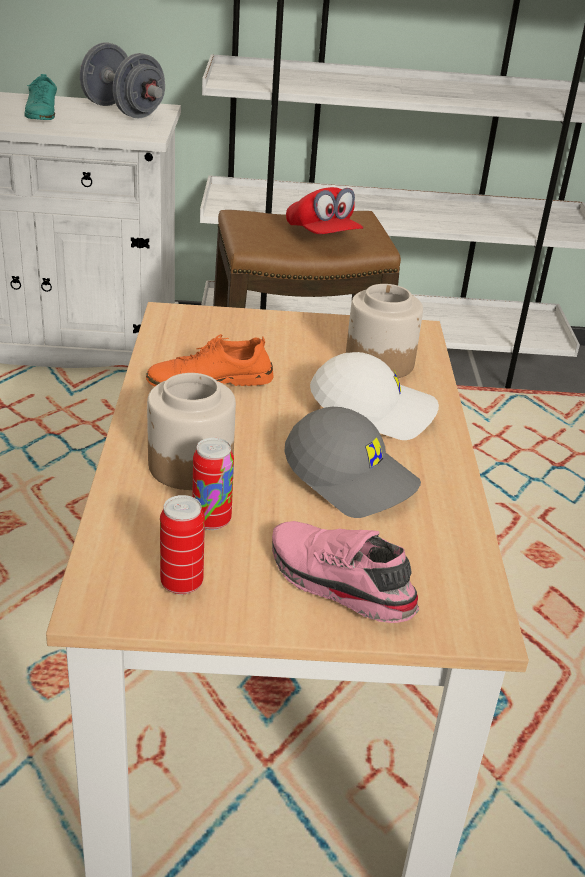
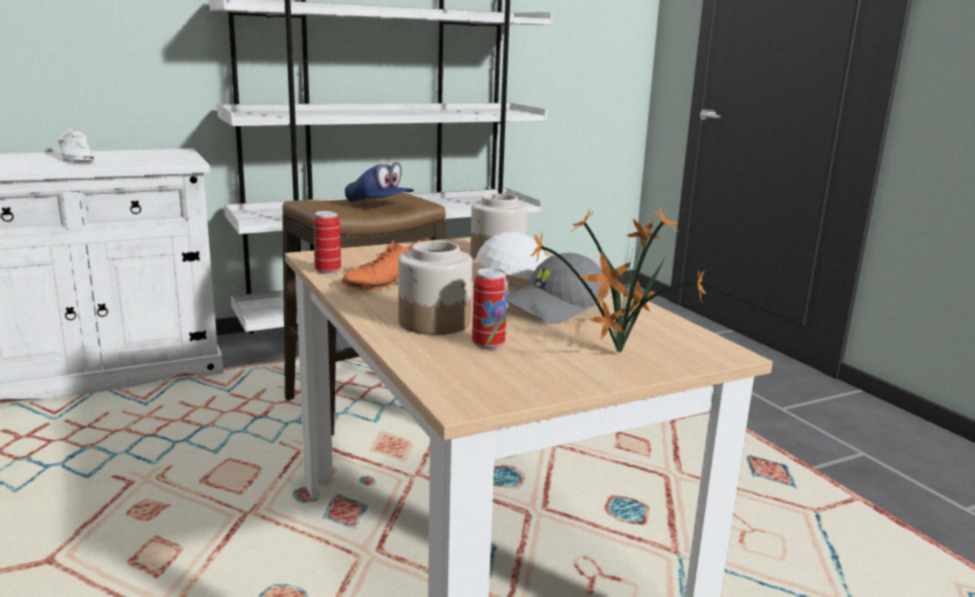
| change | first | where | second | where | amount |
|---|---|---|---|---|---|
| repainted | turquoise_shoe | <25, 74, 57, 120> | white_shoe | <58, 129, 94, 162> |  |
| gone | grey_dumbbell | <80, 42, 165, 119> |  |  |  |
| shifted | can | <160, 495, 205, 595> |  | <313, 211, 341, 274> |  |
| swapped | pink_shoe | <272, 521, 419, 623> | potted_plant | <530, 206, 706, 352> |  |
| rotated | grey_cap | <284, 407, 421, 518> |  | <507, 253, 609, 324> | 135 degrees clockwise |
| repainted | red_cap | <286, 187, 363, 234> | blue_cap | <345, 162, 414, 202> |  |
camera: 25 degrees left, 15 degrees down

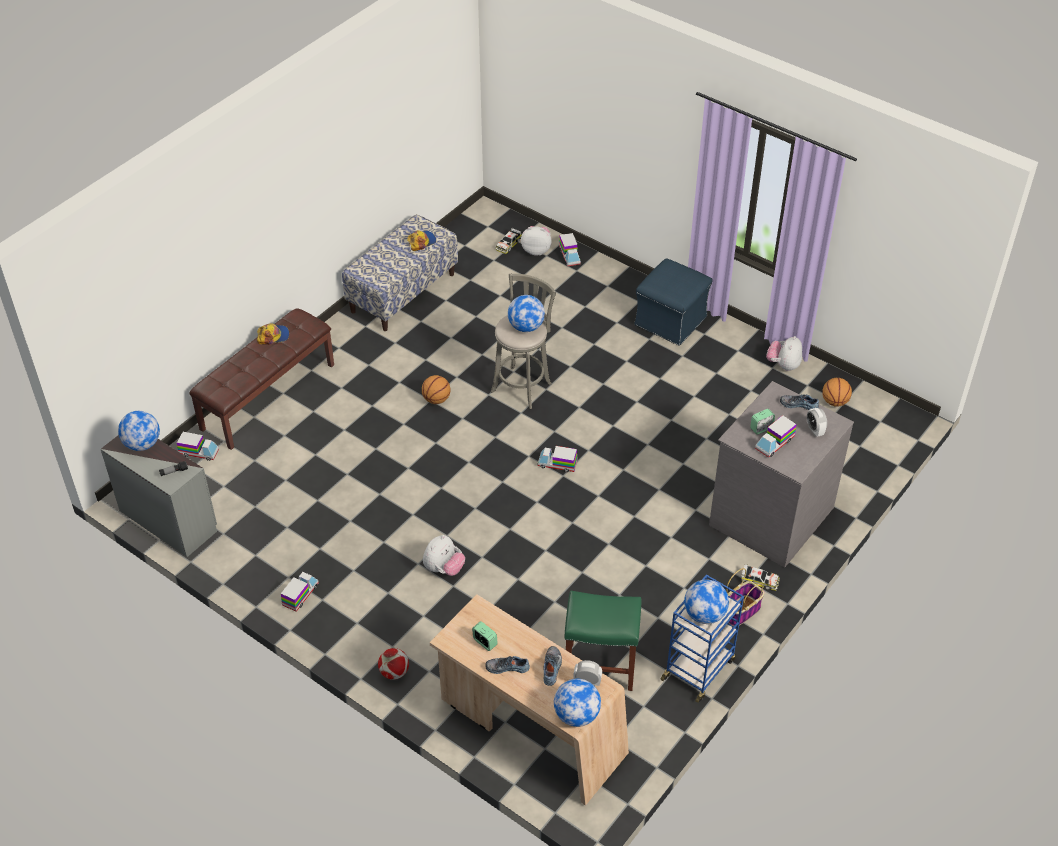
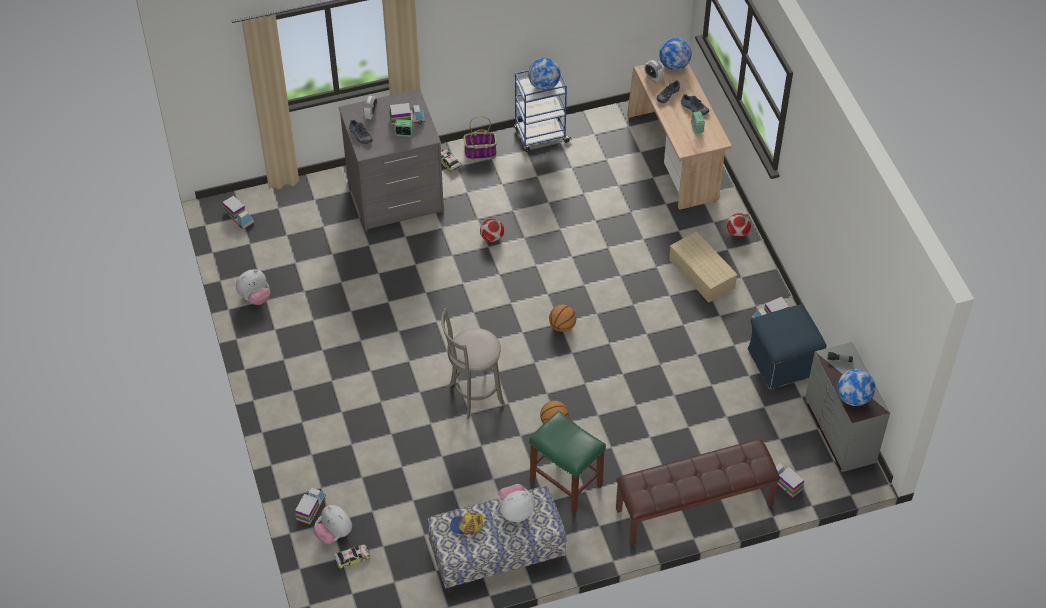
| change | first | where | second | where | amount |
|---|---|---|---|---|---|
| gone | cap | <257, 323, 289, 345> |  |  |  |
| shifted | plush_toy | <423, 535, 465, 576> |  | <498, 484, 535, 522> |  |
| gone | globe | <508, 295, 545, 332> |  |  |  |
| shifted | toy_truck | <538, 446, 577, 472> |  | <222, 195, 254, 230> |  |
| shifted | green_stool | <564, 591, 641, 691> |  | <529, 411, 606, 513> |  |
| shifted | blue_ottoman | <634, 258, 713, 346> |  | <748, 304, 826, 390> |  |
| shifted | basketball | <822, 378, 852, 407> |  | <549, 305, 576, 332> |  |
| new |  |  | football | <480, 218, 504, 243> |  |
| new |  |  | beige_storage_box | <669, 231, 738, 302> |  |
camera: 145 degrees left, 5 degrees up

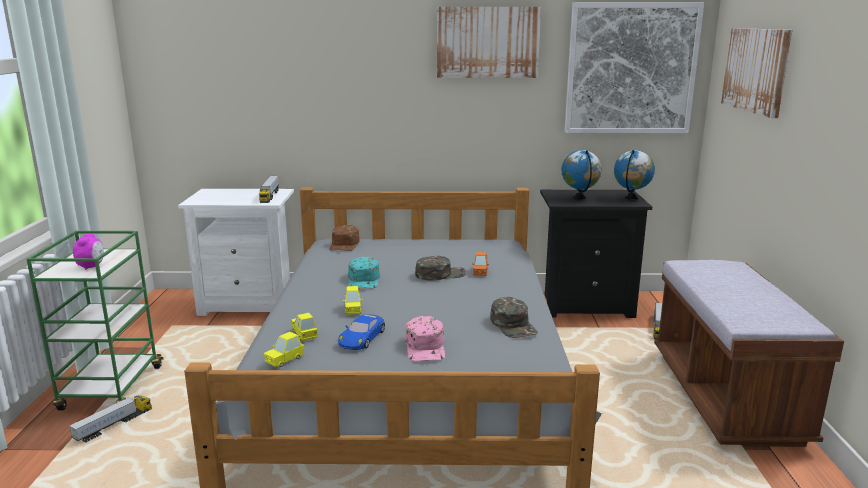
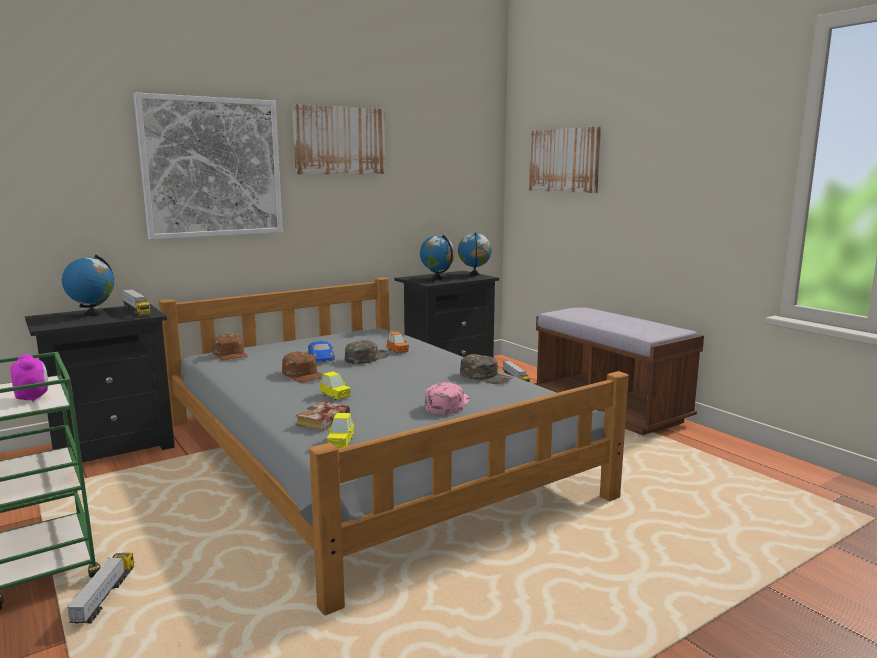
| change | first | where | second | where | amount |
|---|---|---|---|---|---|
| repainted | white_nightstand | <178, 189, 294, 316> | black_nightstand | <25, 303, 175, 463> |  |
| swapped | yellow_toy_car | <291, 313, 317, 341> | book | <296, 401, 350, 431> |  |
| shifted | blue_toy_car | <338, 314, 385, 350> |  | <308, 341, 335, 362> |  |
| repainted | turquoise_cap | <348, 257, 380, 288> | brown_cap | <282, 352, 323, 383> |  |
| rotated | pink_cap | <405, 316, 445, 361> |  | <425, 382, 470, 414> | 120 degrees counterclockwise |
| shifted | picture | <564, 3, 704, 133> |  | <133, 92, 283, 240> |  |
| new |  |  | globe | <62, 255, 114, 316> |  |
camera: 35 degrees left, 5 degrees down

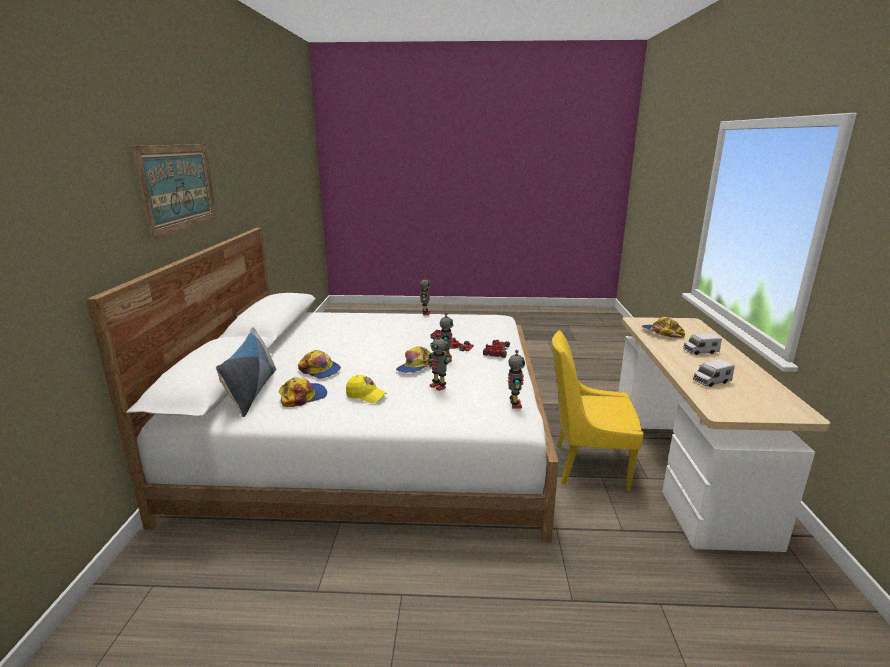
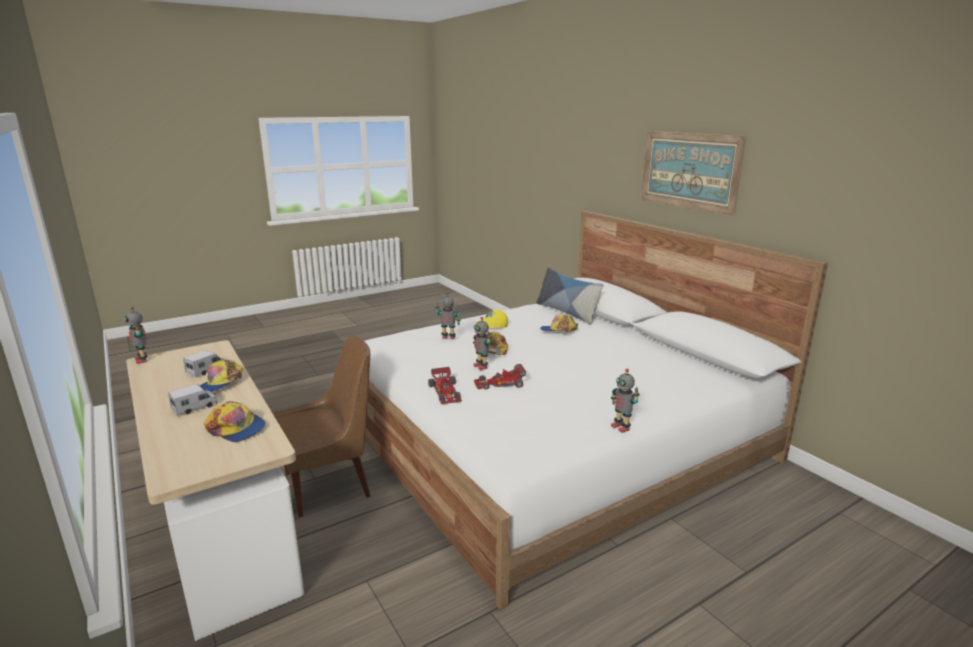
| change | first | where | second | where | amount |
|---|---|---|---|---|---|
| shifted | cap | <279, 377, 327, 407> |  | <199, 359, 243, 392> |  |
| shifted | toy_robot | <508, 350, 525, 408> |  | <125, 307, 147, 364> |  |
| repainted | yellow_chair | <552, 330, 643, 491> | brown_chair | <273, 335, 370, 517> |  |
camera: 145 degrees right, 0 degrees up

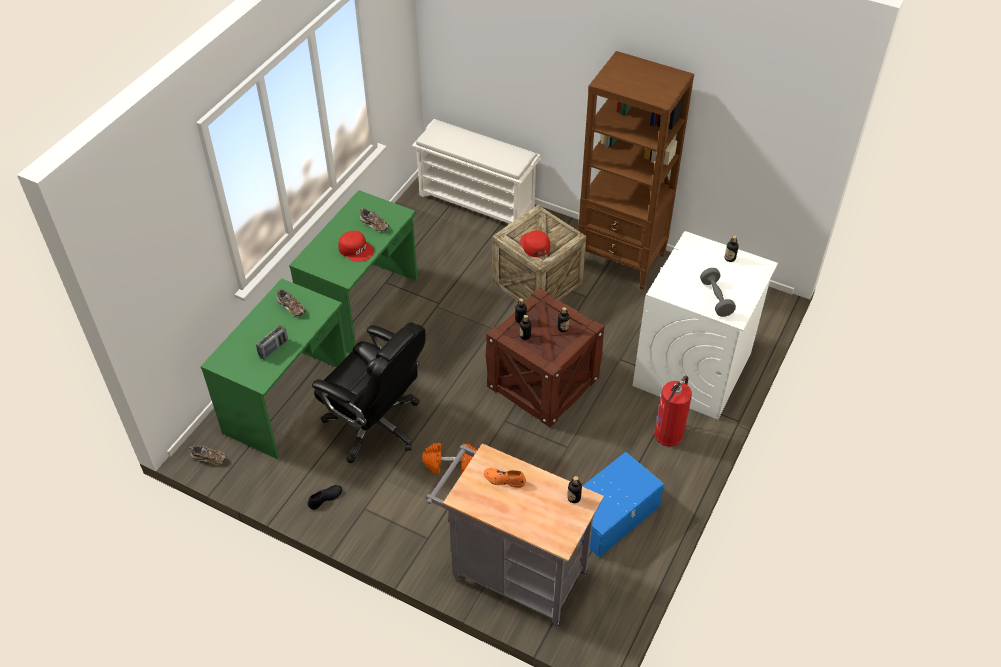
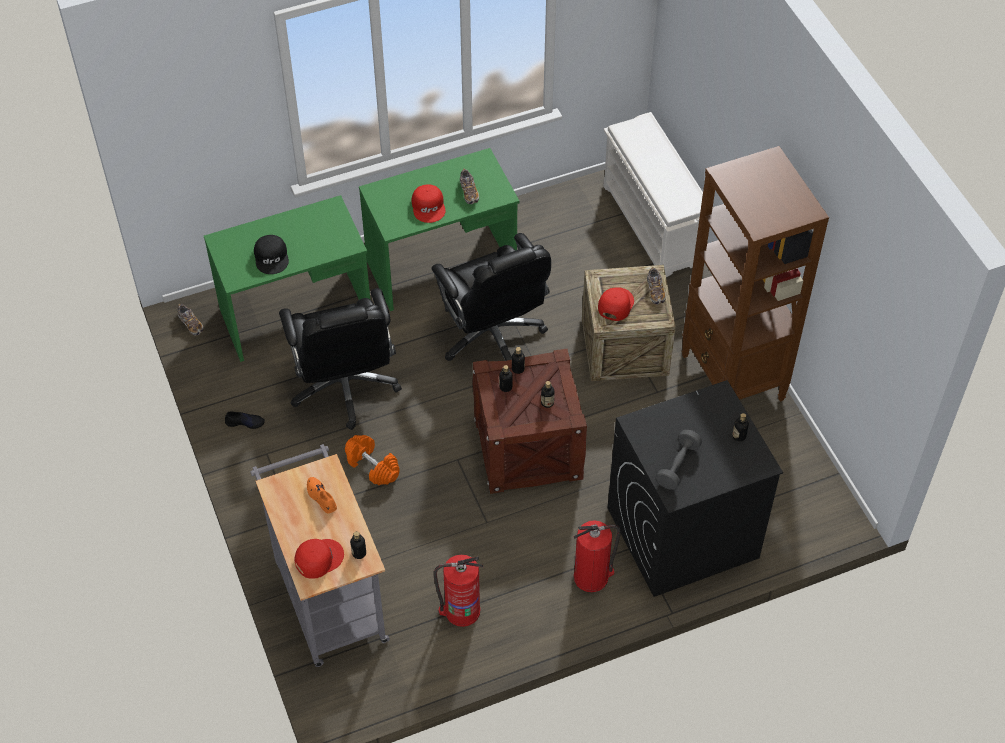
| change | first | where | second | where | amount |
|---|---|---|---|---|---|
| swapped | radio | <256, 325, 288, 360> | black_cap | <254, 235, 289, 274> |  |
| shifted | shoe | <277, 289, 306, 317> |  | <647, 267, 666, 304> |  |
| swapped | blue_storage_box | <581, 452, 664, 558> | fire_extinguisher | <433, 555, 484, 627> |  |
| repainted | white_washing_machine | <633, 231, 778, 420> | black_washing_machine | <608, 380, 783, 597> |  |
| new |  |  | red_cap | <294, 539, 344, 579> |  |
| new |  |  | black_office_chair | <432, 233, 551, 361> |  |
camera: 40 degrees right, 5 degrees up

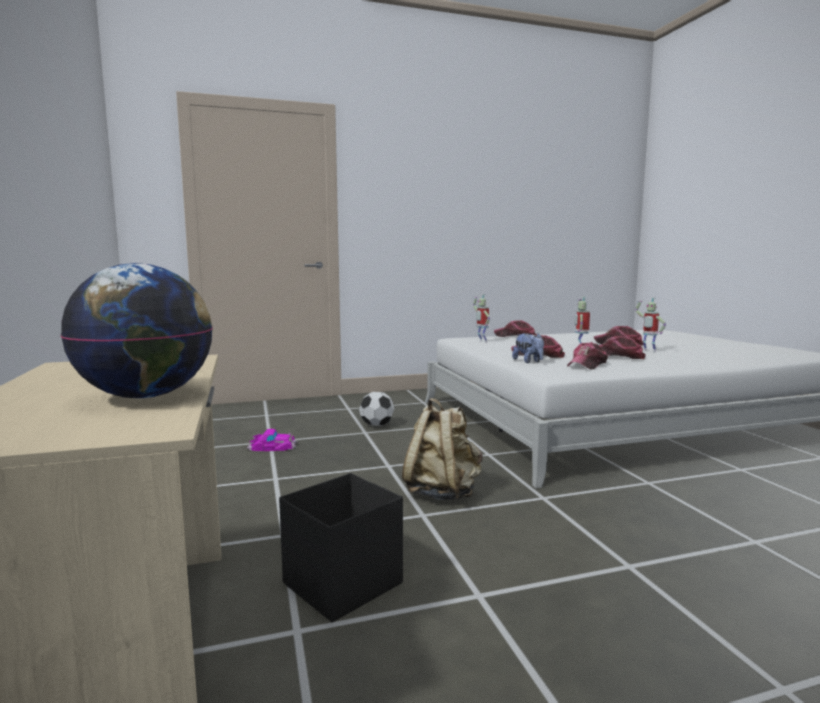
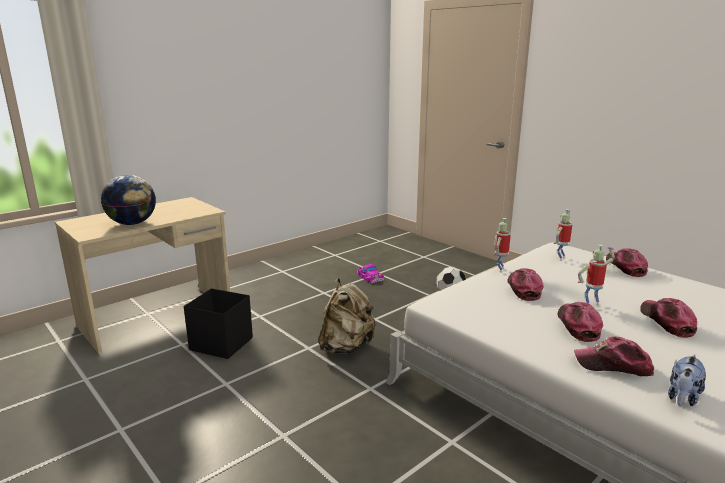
| change | first | where | second | where | amount |
|---|---|---|---|---|---|
| shifted | plush_toy | <512, 333, 544, 363> |  | <668, 354, 706, 406> |  |
| shifted | cap | <567, 342, 608, 370> |  | <574, 337, 654, 376> |  |
| shifted | toy_robot | <635, 298, 666, 352> |  | <494, 218, 511, 272> |  |
camera: 65 degrees right, 10 degrees up

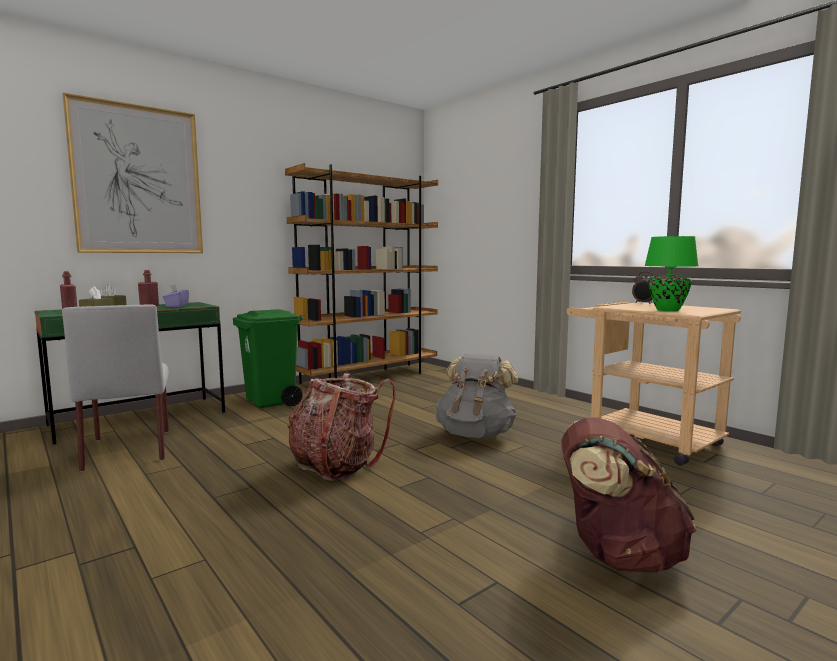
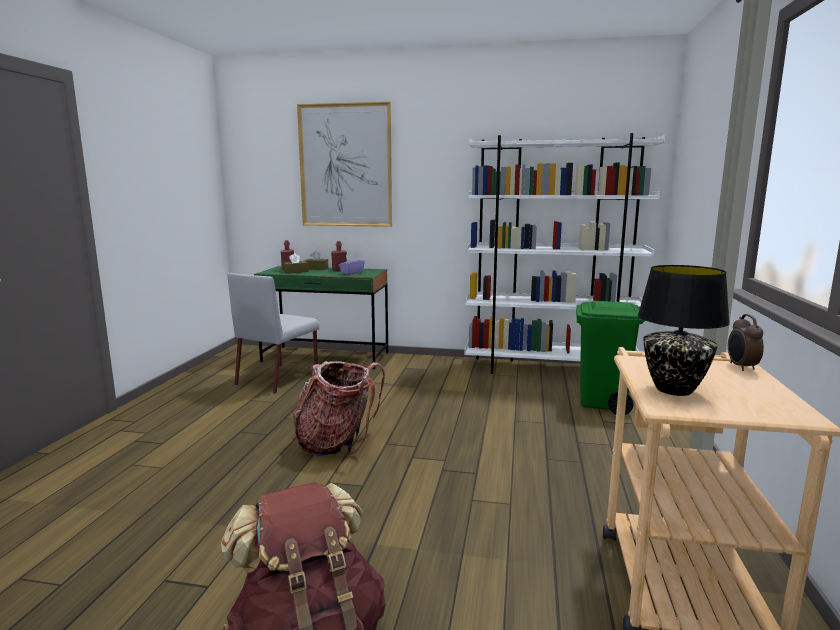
| change | first | where | second | where | amount |
|---|---|---|---|---|---|
| shifted | green_trash_can | <233, 309, 303, 408> |  | <576, 301, 645, 415> |  |
| repainted | brown_bookcase | <285, 163, 438, 384> | white_bookcase | <464, 133, 666, 374> |  |
| gone | grey_backpack | <435, 353, 519, 439> |  |  |  |
| repainted | green_table_lamp | <644, 236, 698, 311> | black_table_lamp | <638, 265, 730, 396> |  |
camera: 50 degrees right, 5 degrees up

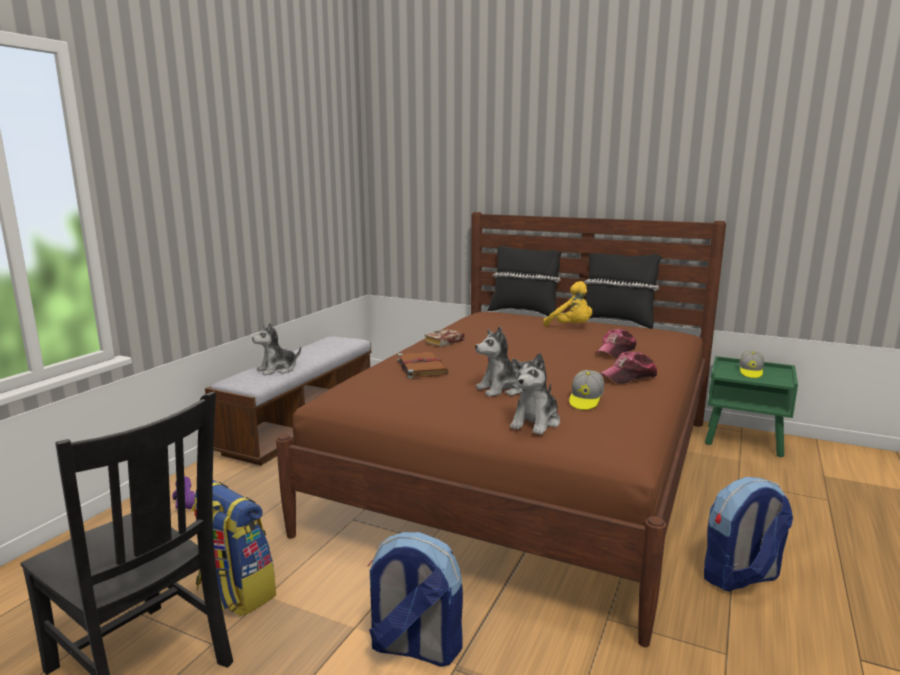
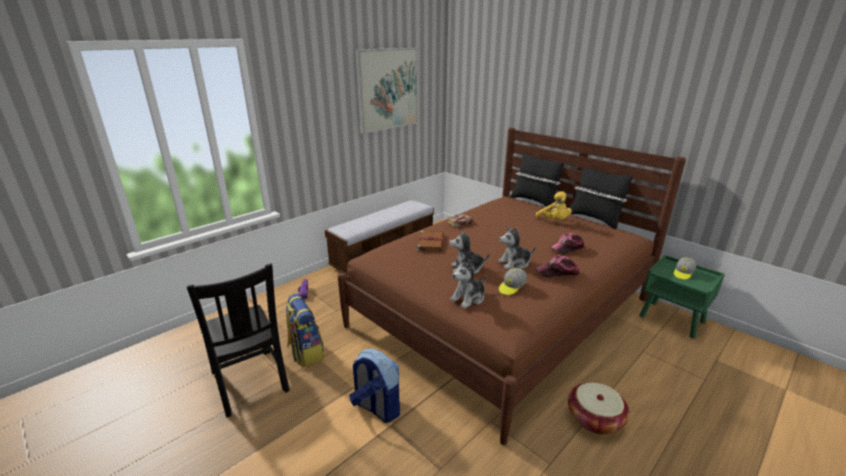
| change | first | where | second | where | amount |
|---|---|---|---|---|---|
| shifted | plush_toy | <252, 323, 301, 376> |  | <498, 226, 536, 269> |  |
| swapped | backpack | <704, 477, 793, 592> | basket | <568, 382, 630, 434> |  |
| new |  |  | picture | <355, 48, 418, 134> |  |
camera: 20 degrees right, 10 degrees up

